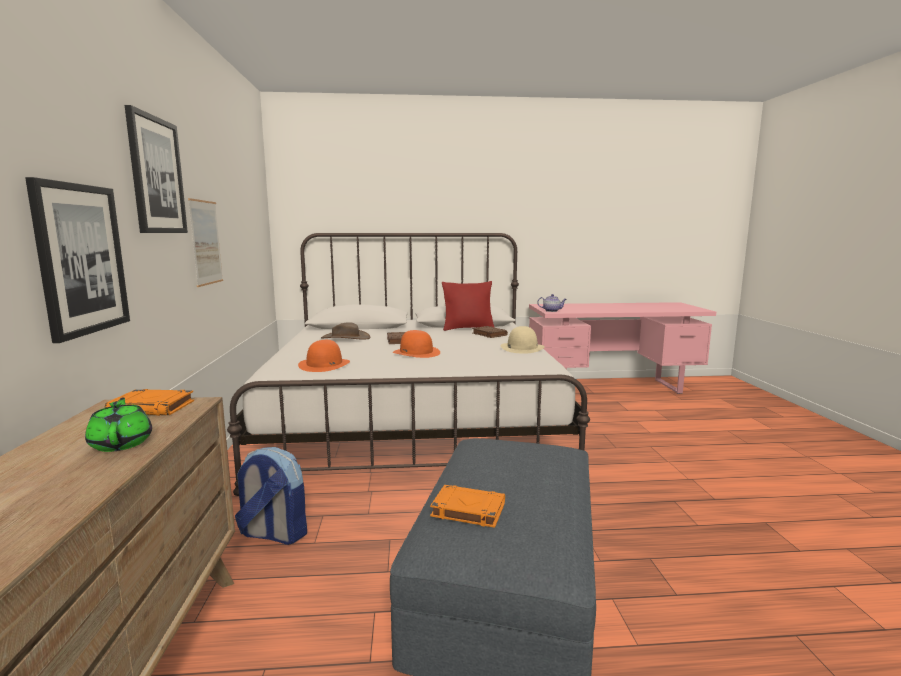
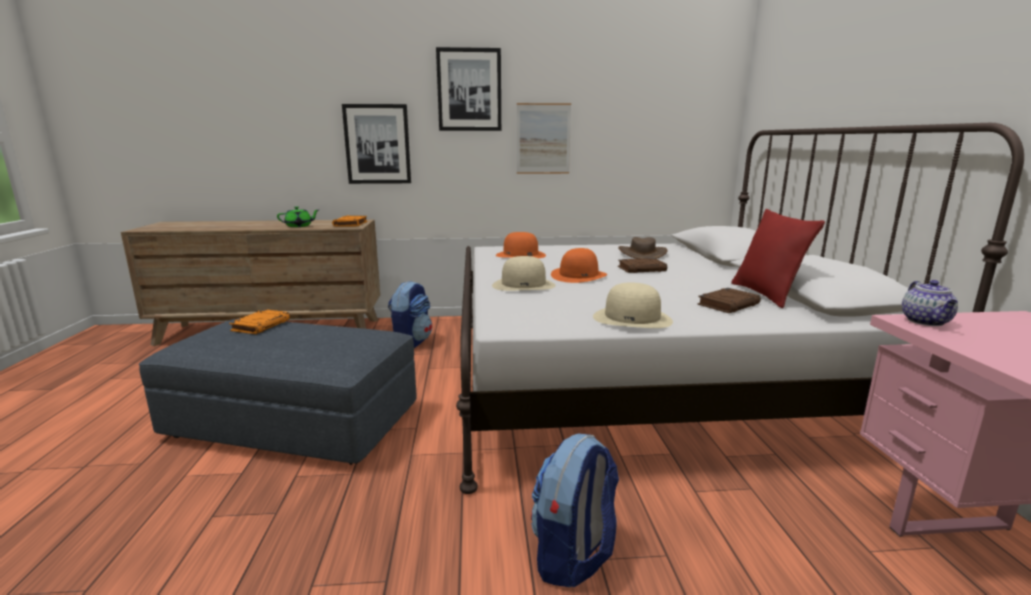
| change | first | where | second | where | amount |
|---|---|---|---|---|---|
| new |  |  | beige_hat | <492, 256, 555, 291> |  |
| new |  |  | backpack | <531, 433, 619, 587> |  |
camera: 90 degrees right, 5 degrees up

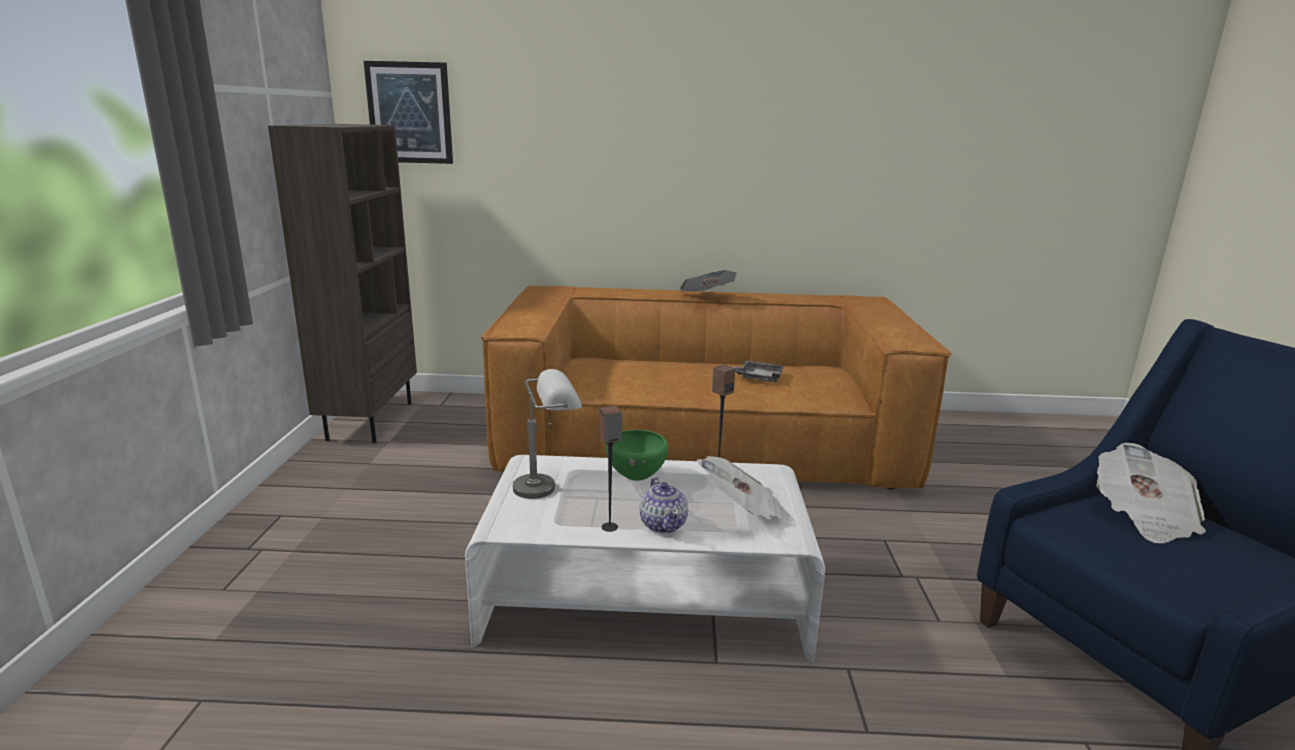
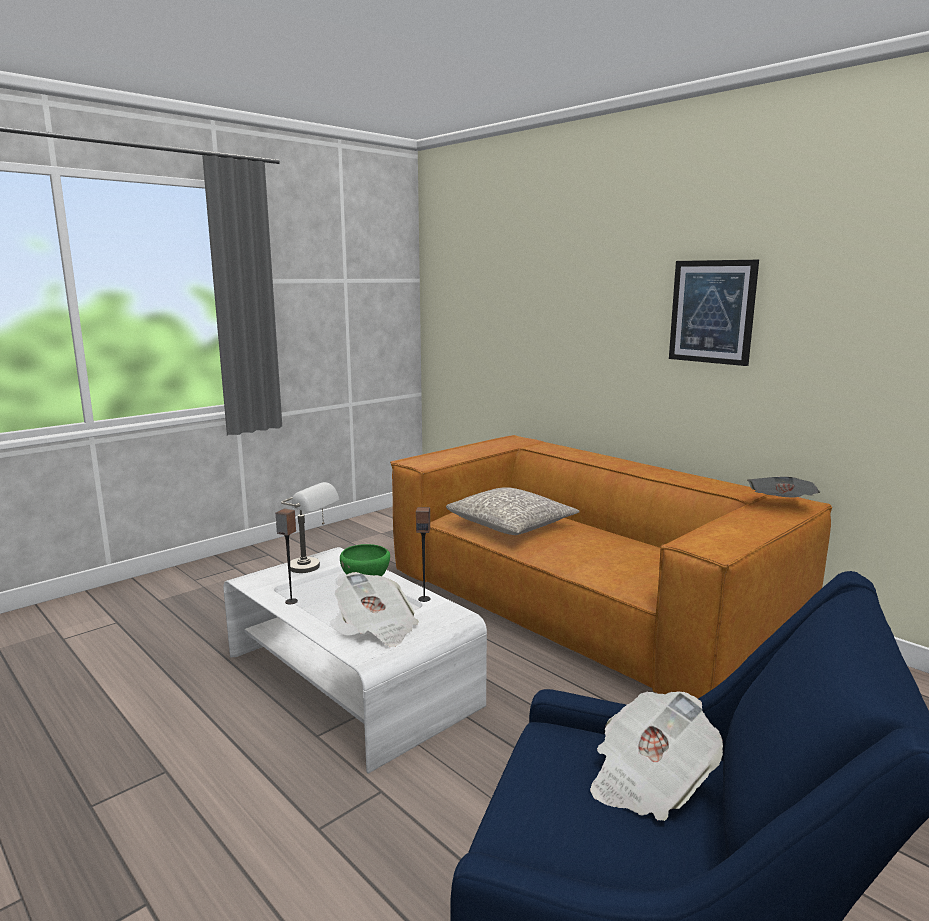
| change | first | where | second | where | amount |
|---|---|---|---|---|---|
| gone | brown_bookcase | <268, 124, 417, 443> |  |  |  |
| shifted | picture | <364, 61, 453, 164> |  | <669, 260, 759, 366> |  |
| gone | teapot | <640, 477, 688, 533> |  |  |  |
| shifted | newspaper | <679, 270, 737, 292> |  | <747, 477, 820, 498> |  |
| gone | grey_tray | <732, 361, 784, 382> |  |  |  |
| new |  |  | grey_pillow | <446, 487, 580, 535> |  |
camera: 45 degrees right, 5 degrees down

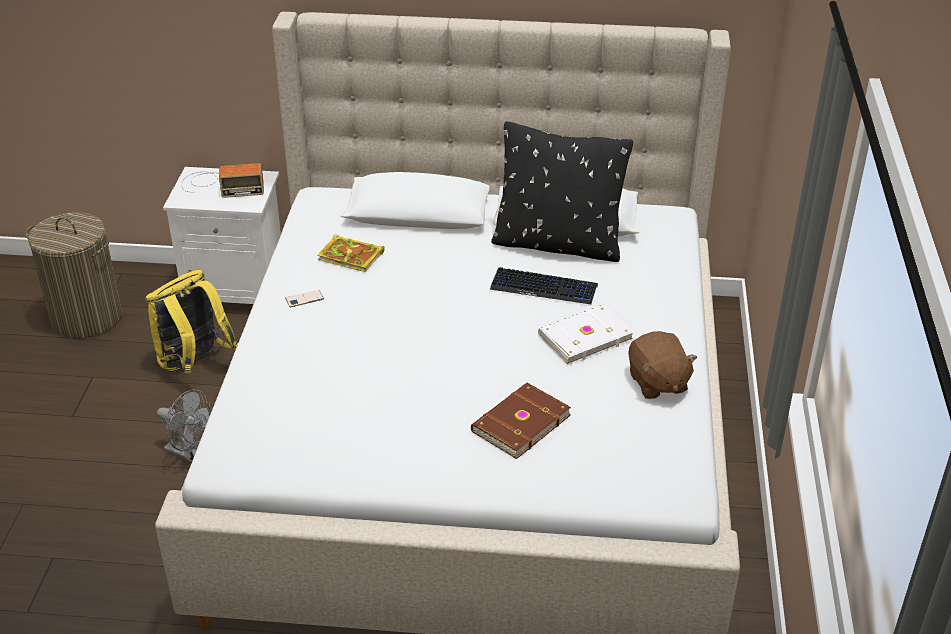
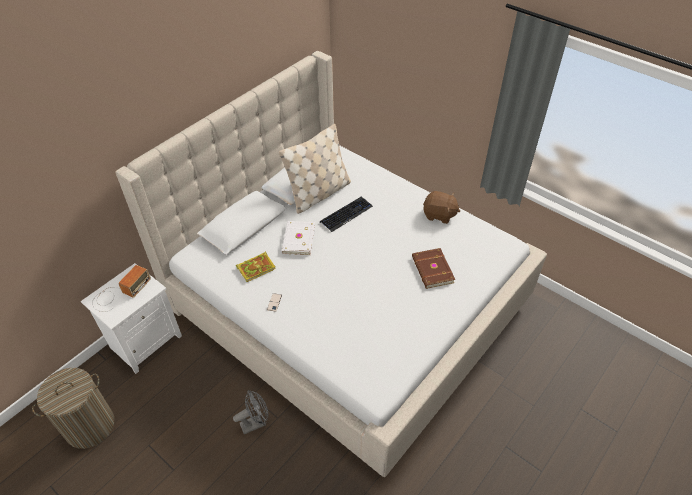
| change | first | where | second | where | amount |
|---|---|---|---|---|---|
| gone | yellow_backpack | <145, 270, 238, 373> |  |  |  |
| repainted | black_pillow | <491, 121, 633, 262> | beige_pillow | <279, 124, 351, 214> |  |
| shifted | white_book | <538, 305, 634, 365> |  | <281, 221, 315, 256> |  |
camera: 55 degrees left, 10 degrees up

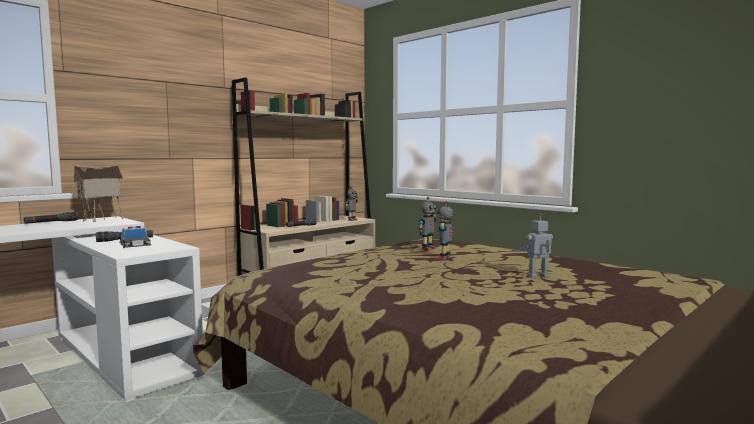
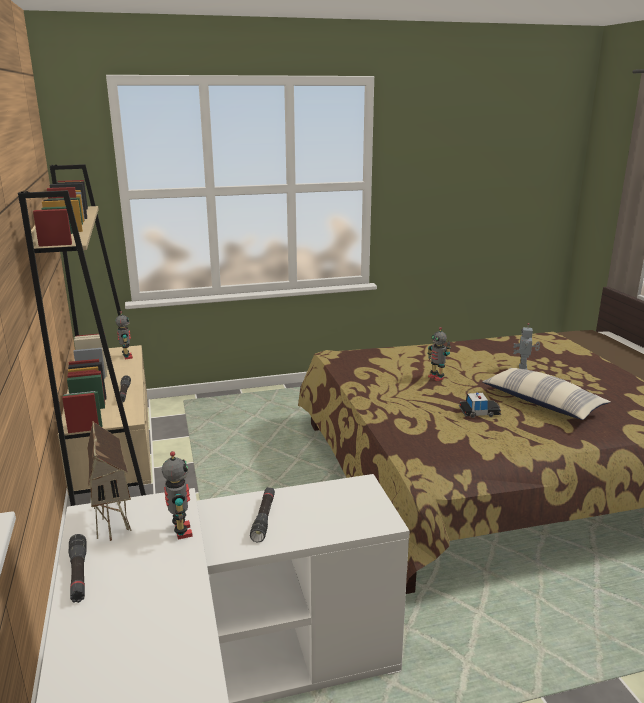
| change | first | where | second | where | amount |
|---|---|---|---|---|---|
| shifted | toy_car | <120, 226, 152, 248> |  | <459, 393, 501, 418> |  |
| shifted | toy_robot | <418, 197, 437, 251> |  | <162, 451, 193, 540> |  |
| new |  |  | pillow | <482, 368, 610, 420> |  |
camera: 60 degrees left, 15 degrees up

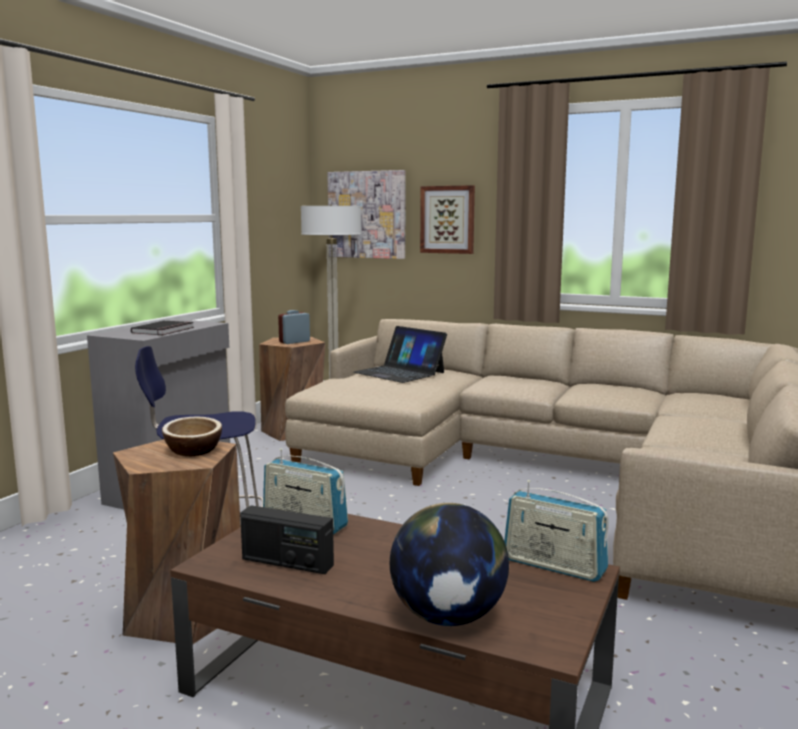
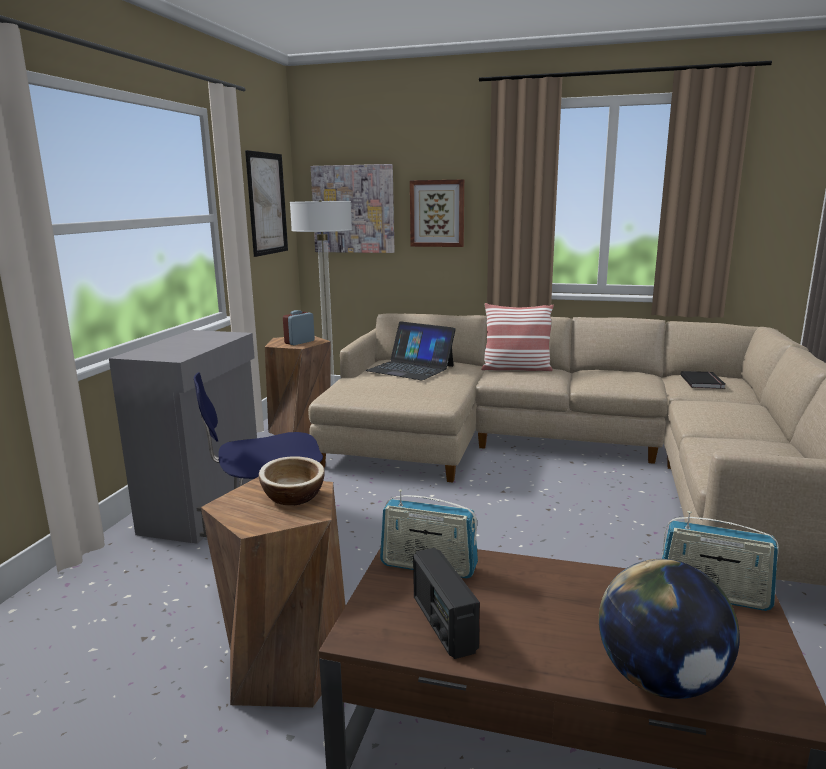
| change | first | where | second | where | amount |
|---|---|---|---|---|---|
| shifted | black_book | <131, 321, 194, 335> |  | <681, 371, 726, 389> |  |
| rotated | radio | <240, 505, 334, 574> |  | <413, 548, 480, 659> | 60 degrees clockwise |
| new |  |  | picture | <245, 150, 288, 257> |  |
| new |  |  | pillow | <481, 303, 554, 371> |  |
camera: 10 degrees left, 5 degrees up

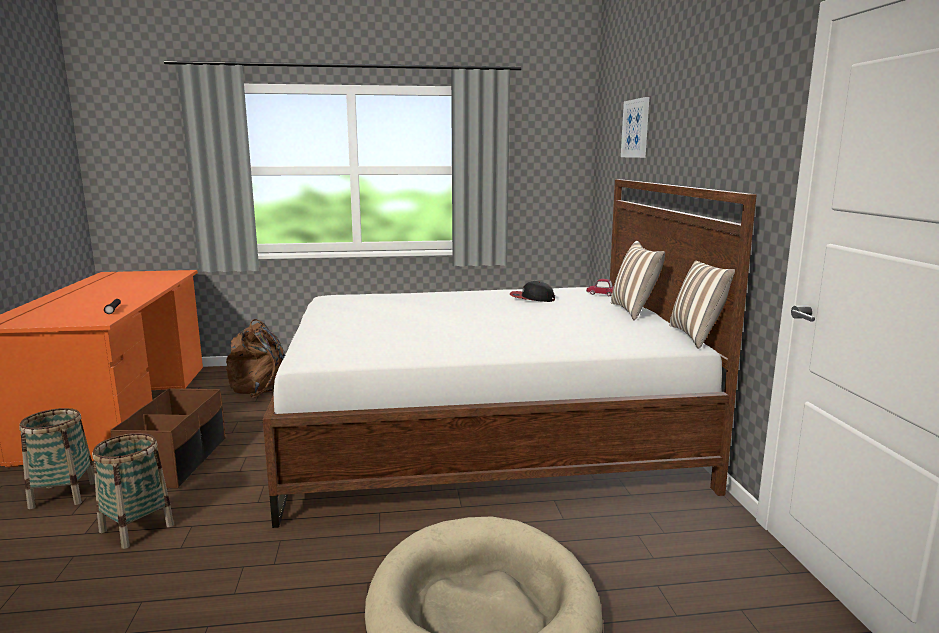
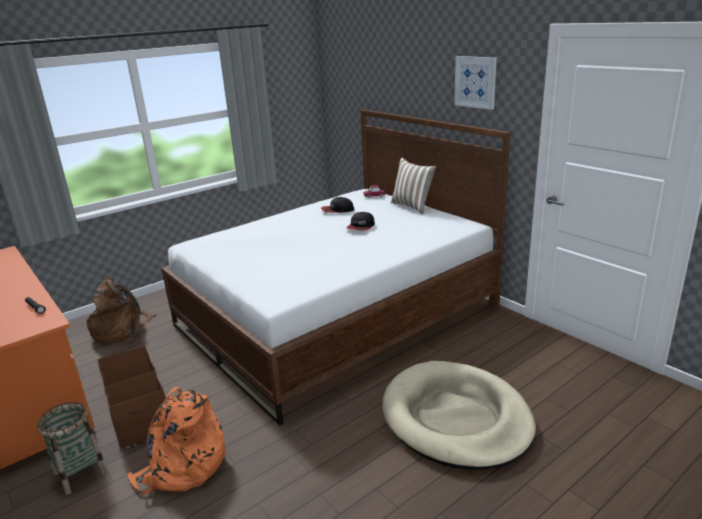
| change | first | where | second | where | amount |
|---|---|---|---|---|---|
| swapped | basket | <92, 433, 174, 549> | orange_backpack | <127, 386, 225, 495> |  |
| shifted | picture | <621, 97, 649, 158> |  | <454, 56, 497, 110> |  |
| gone | pillow | <670, 261, 735, 349> |  |  |  |
| new |  |  | cap | <346, 212, 375, 230> |  |
camera: 30 degrees left, 10 degrees up

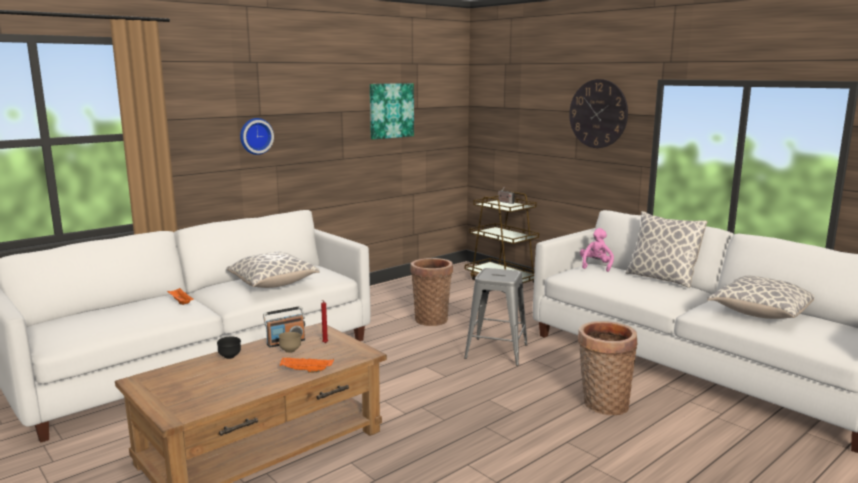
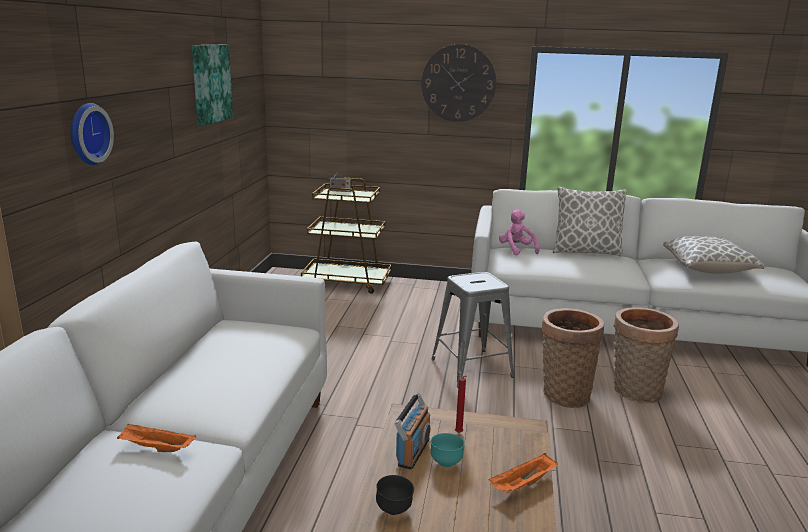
| change | first | where | second | where | amount |
|---|---|---|---|---|---|
| gone | pillow | <227, 252, 319, 288> |  |  |  |
| repainted | brown_bowl | <279, 332, 302, 353> | turquoise_bowl | <431, 433, 465, 467> |  |
| shifted | basket | <411, 258, 453, 326> |  | <542, 308, 604, 408> |  |
camera: 40 degrees left, 5 degrees up

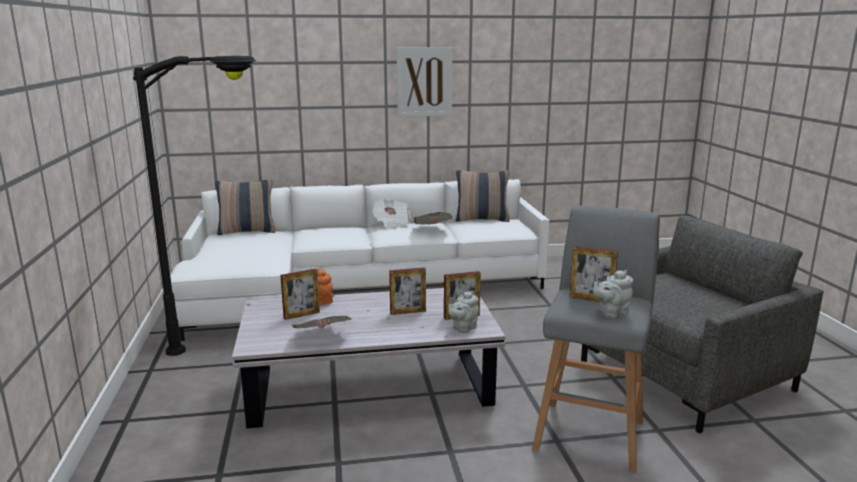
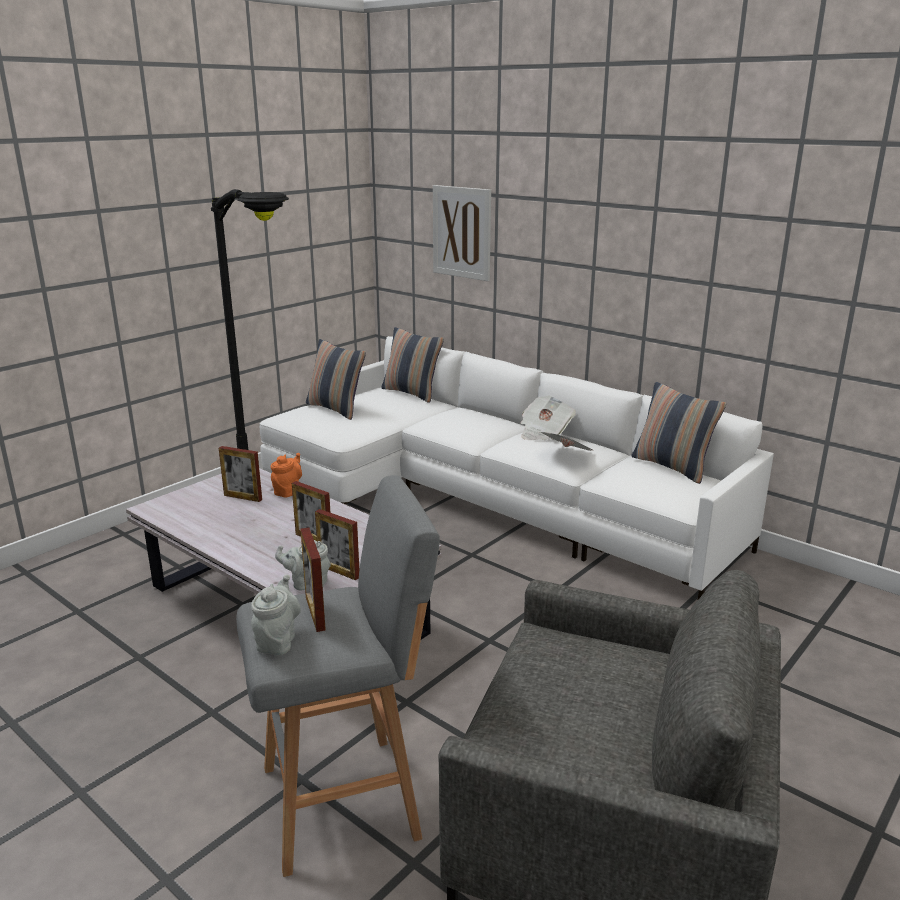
| change | first | where | second | where | amount |
|---|---|---|---|---|---|
| gone | newspaper | <292, 316, 351, 328> |  |  |  |
| shifted | picture | <397, 47, 453, 117> |  | <433, 185, 491, 281> |  |
| rotated | grey_teapot | <593, 270, 633, 319> |  | <251, 574, 301, 655> | 75 degrees clockwise |
| new |  |  | pillow | <306, 339, 366, 420> |  |
camera: 50 degrees right, 5 degrees up

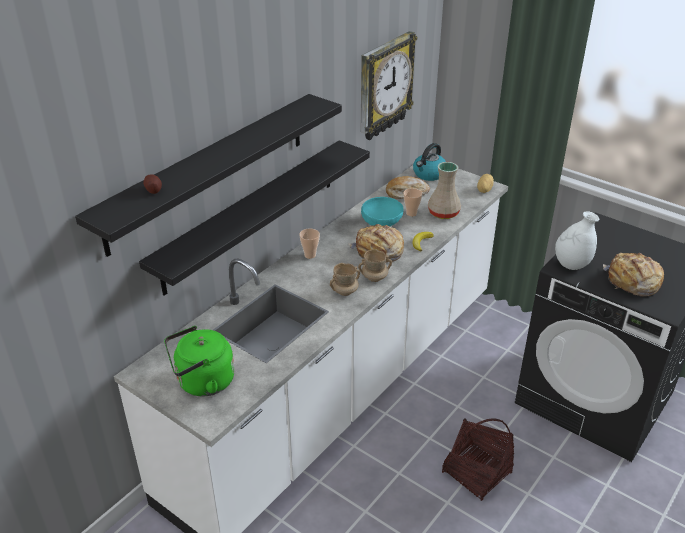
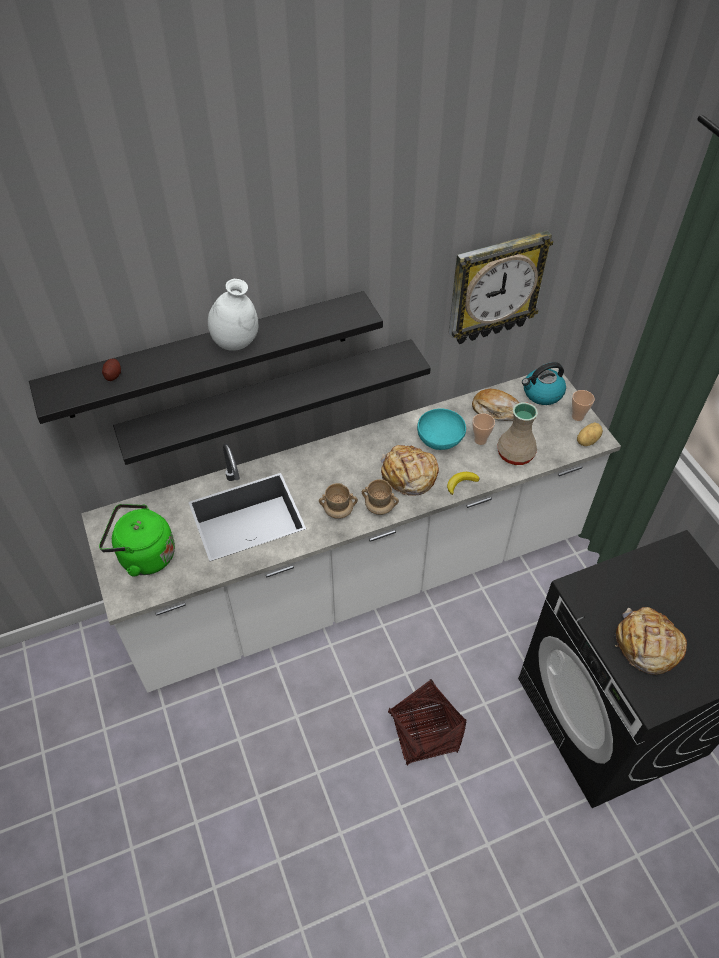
| change | first | where | second | where | amount |
|---|---|---|---|---|---|
| shifted | cup | <299, 229, 320, 259> |  | <572, 390, 595, 421> |  |
| shifted | white_vase | <555, 211, 599, 270> |  | <208, 279, 258, 351> |  |
camera: 30 degrees right, 15 degrees up

